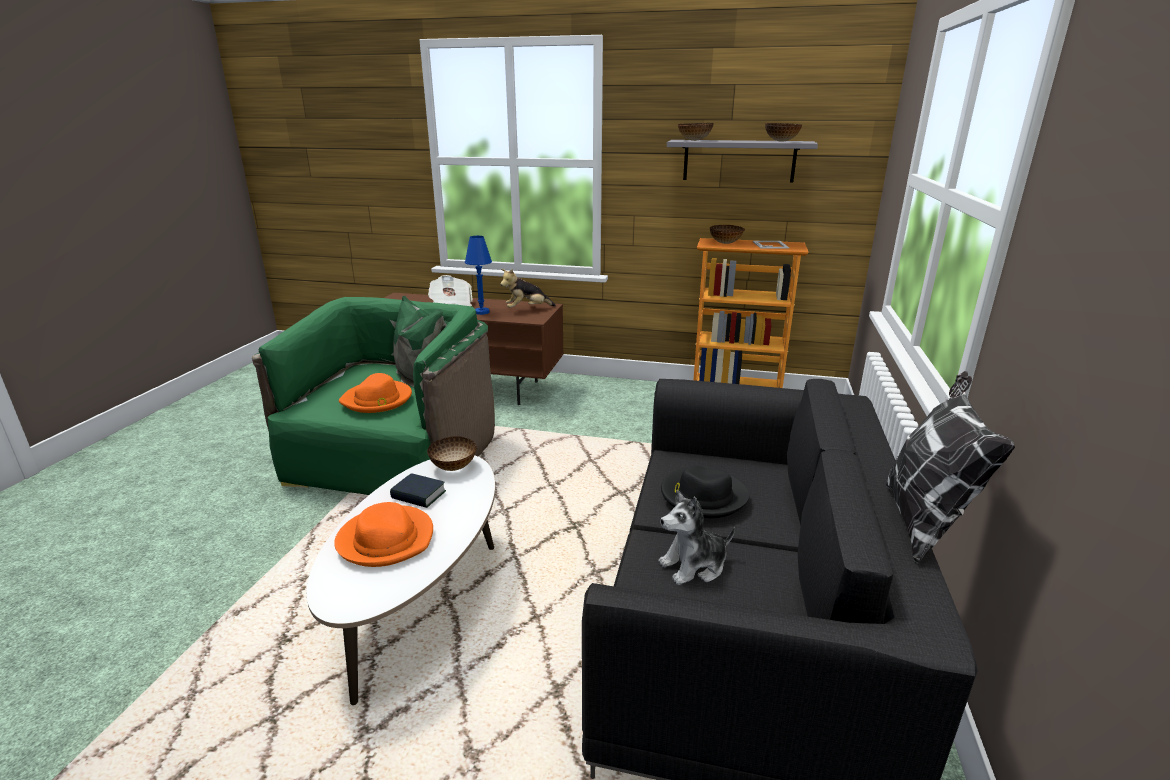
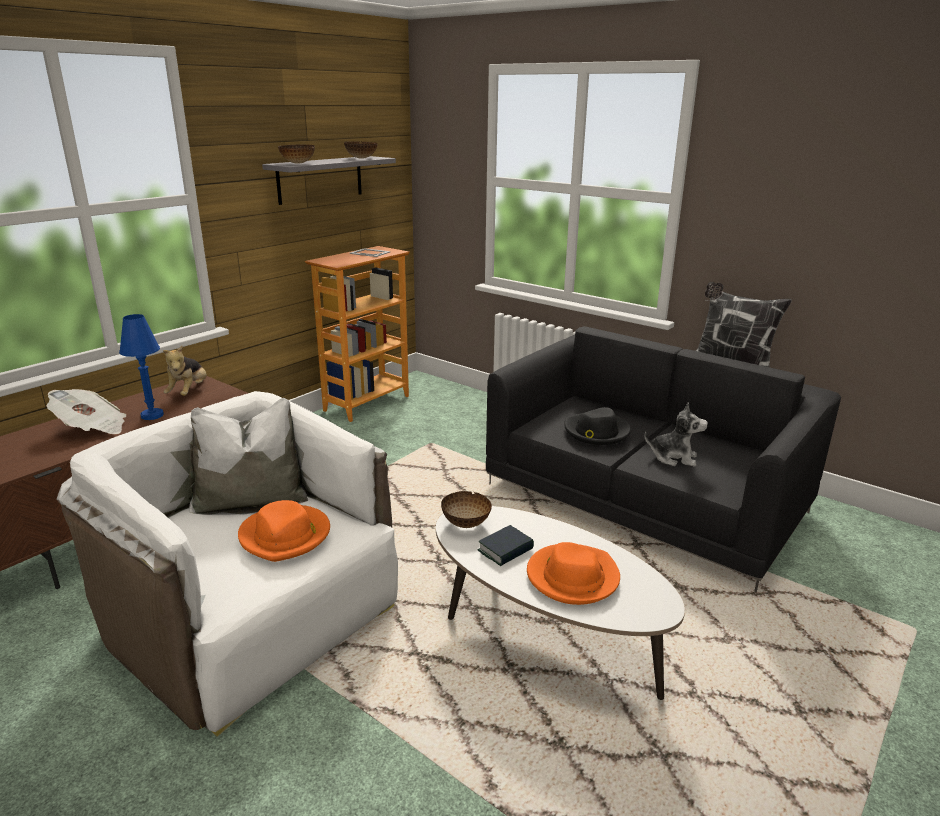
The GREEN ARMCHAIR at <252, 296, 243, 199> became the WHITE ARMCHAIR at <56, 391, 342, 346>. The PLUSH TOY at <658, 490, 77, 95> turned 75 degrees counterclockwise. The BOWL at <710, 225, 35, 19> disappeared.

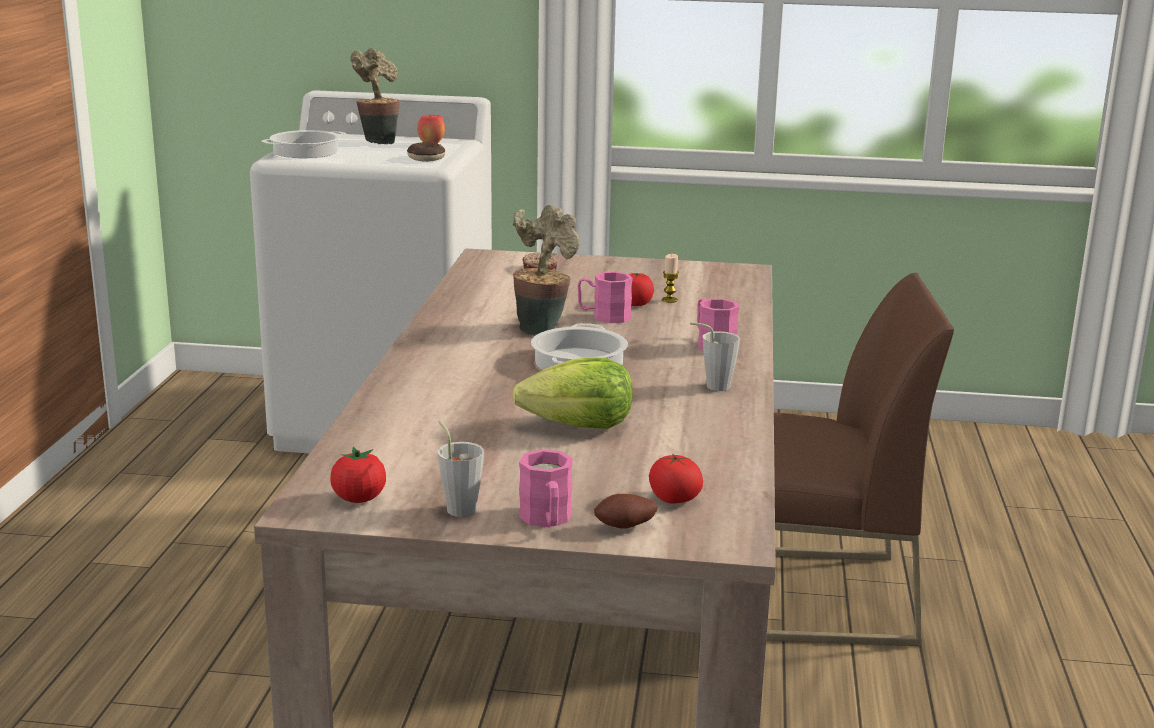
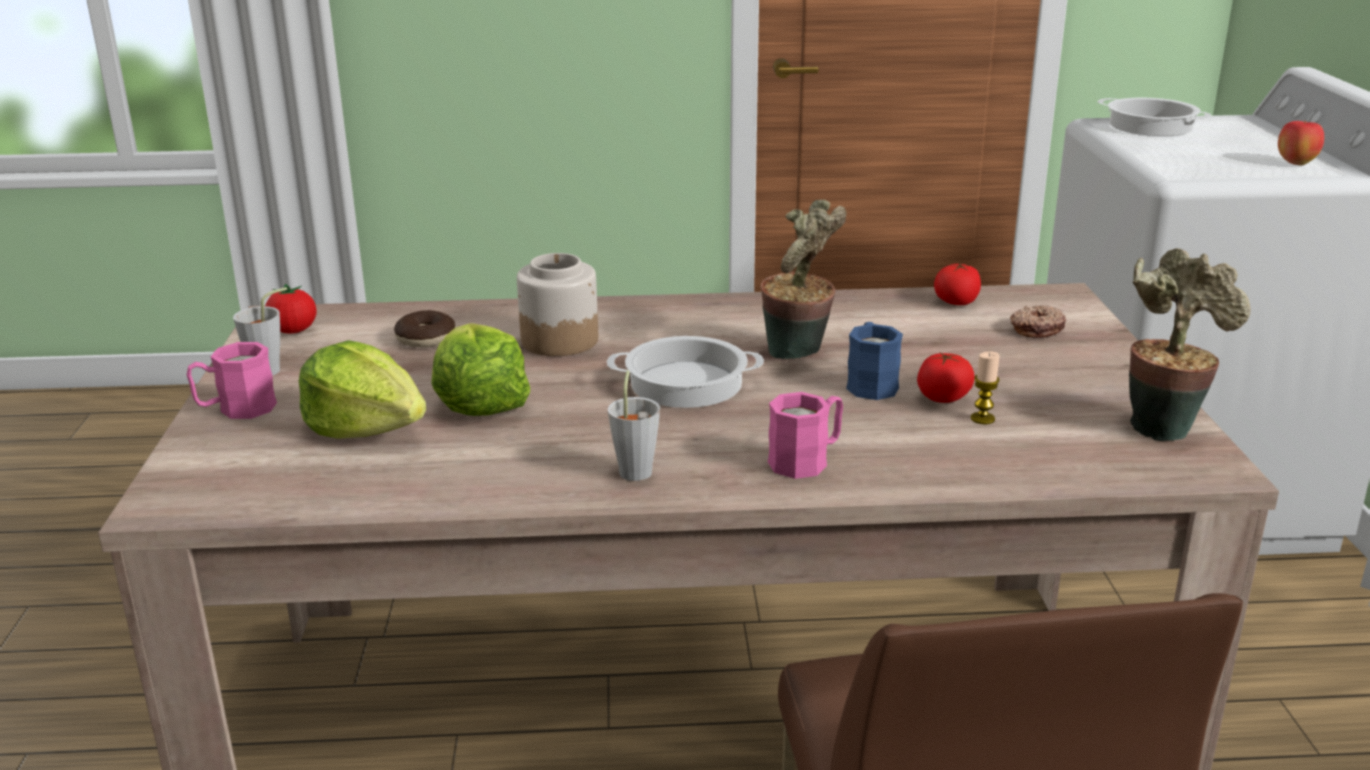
The POTTED PLANT moved from <350, 48, 50, 96> to <1129, 248, 122, 193>. The DONUT moved from <407, 142, 38, 20> to <394, 310, 61, 37>. The PINK MUG at <577, 272, 56, 51> became the BLUE MUG at <846, 322, 57, 78>. The POTATO at <594, 494, 64, 35> disappeared. The TOMATO moved from <649, 453, 54, 51> to <934, 263, 47, 42>. The LETTUCE at <298, 340, 128, 99> appeared. The JAR at <517, 253, 81, 103> appeared.

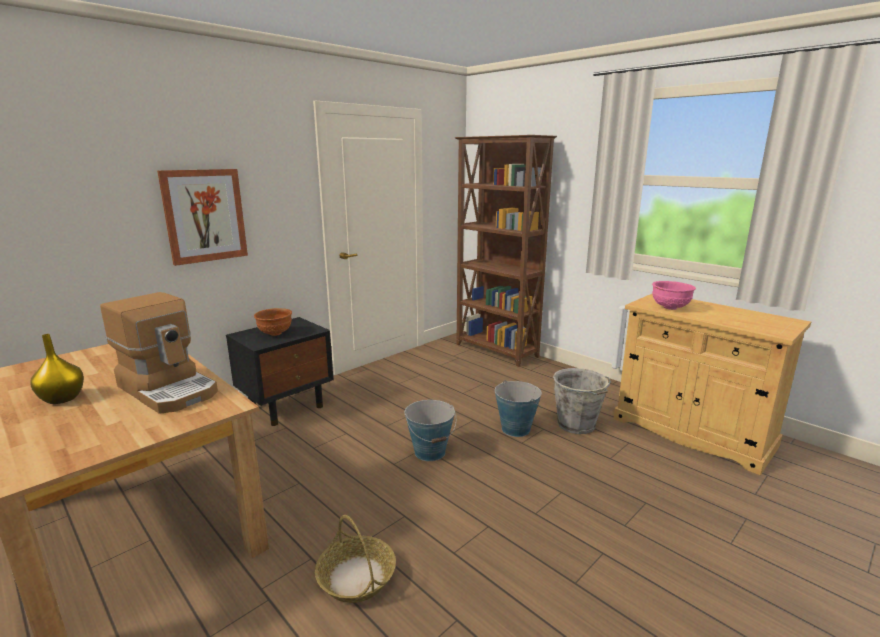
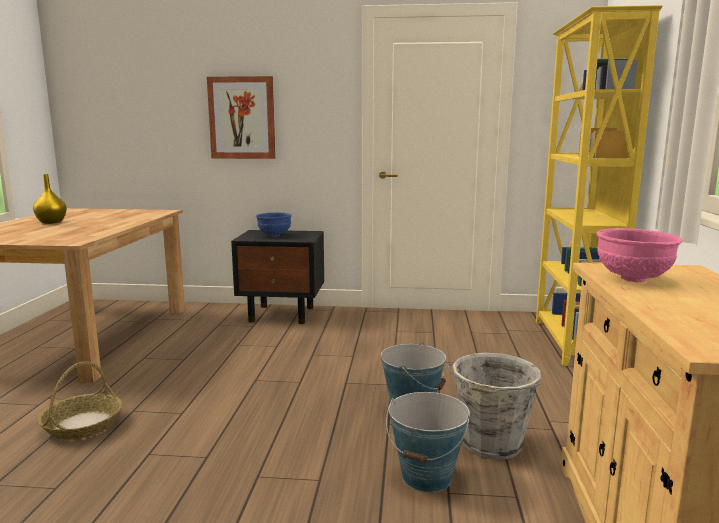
The COFFEE MACHINE at <100, 292, 118, 122> disappeared. The BROWN BOWL at <254, 308, 38, 28> became the BLUE BOWL at <256, 212, 36, 25>. The BUCKET moved from <405, 400, 51, 61> to <386, 392, 84, 100>. The BROWN BOOKCASE at <455, 135, 102, 232> became the YELLOW BOOKCASE at <536, 5, 127, 361>.

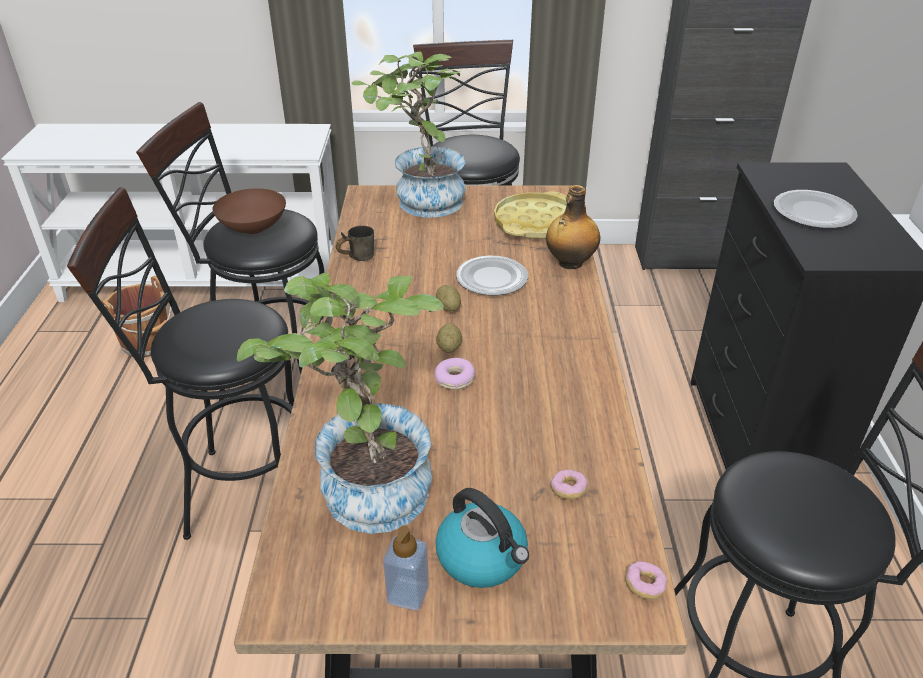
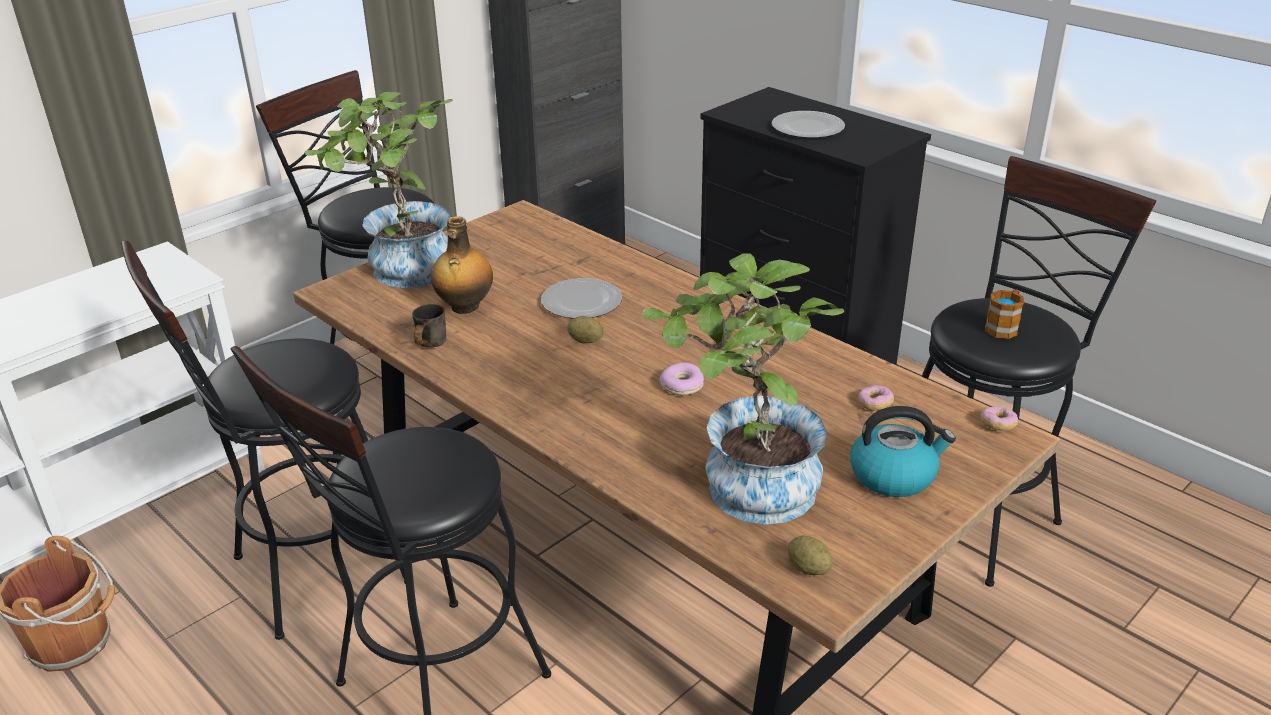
The BROWN BOWL at <212, 188, 74, 46> disappeared. The SOAP DISPENSER at <383, 525, 46, 86> disappeared. The POTATO moved from <436, 323, 26, 30> to <788, 536, 44, 39>. The YELLOW TRAY at <494, 191, 73, 48> disappeared. The BOTTLE moved from <546, 185, 54, 84> to <431, 216, 62, 98>. The MUG at <985, 289, 39, 50> appeared.

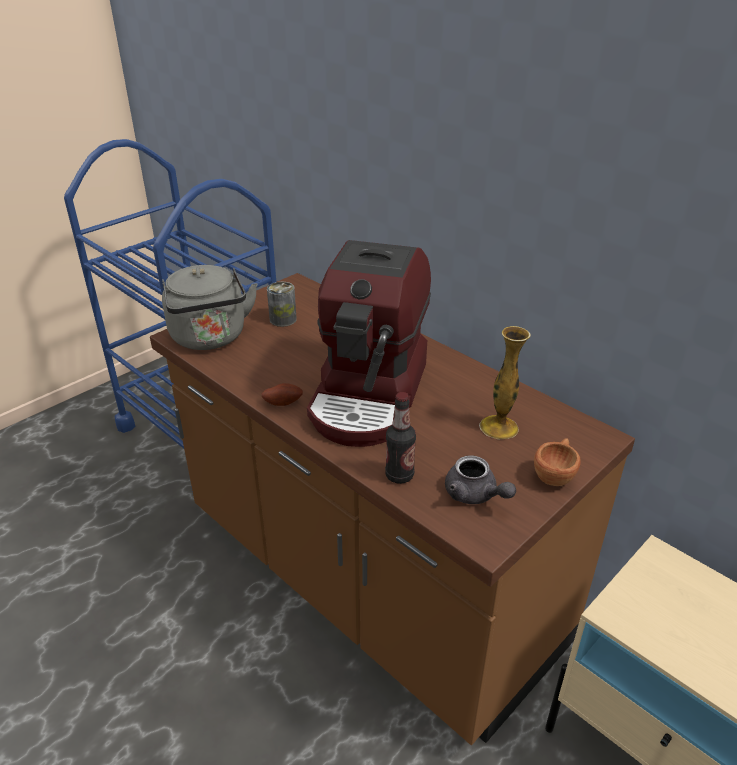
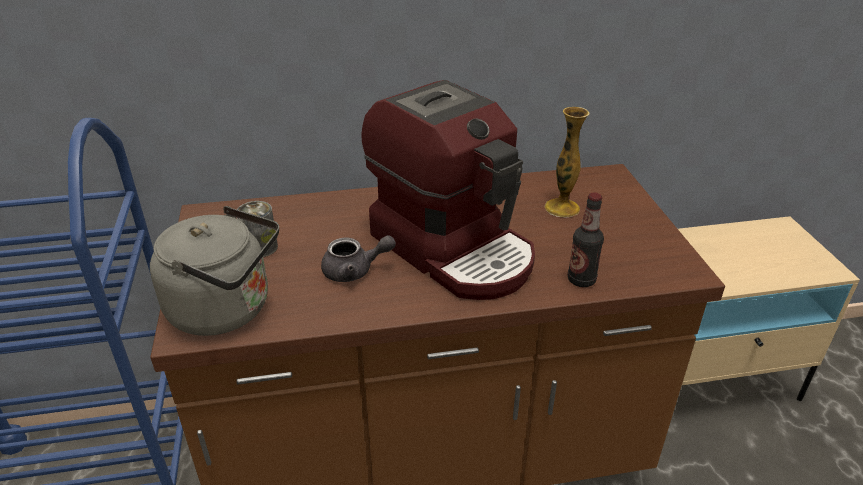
The POTATO at <262, 383, 41, 23> disappeared. The GREY TEAPOT moved from <445, 455, 71, 49> to <321, 235, 75, 47>. The BROWN CUP at <534, 438, 47, 48> disappeared.

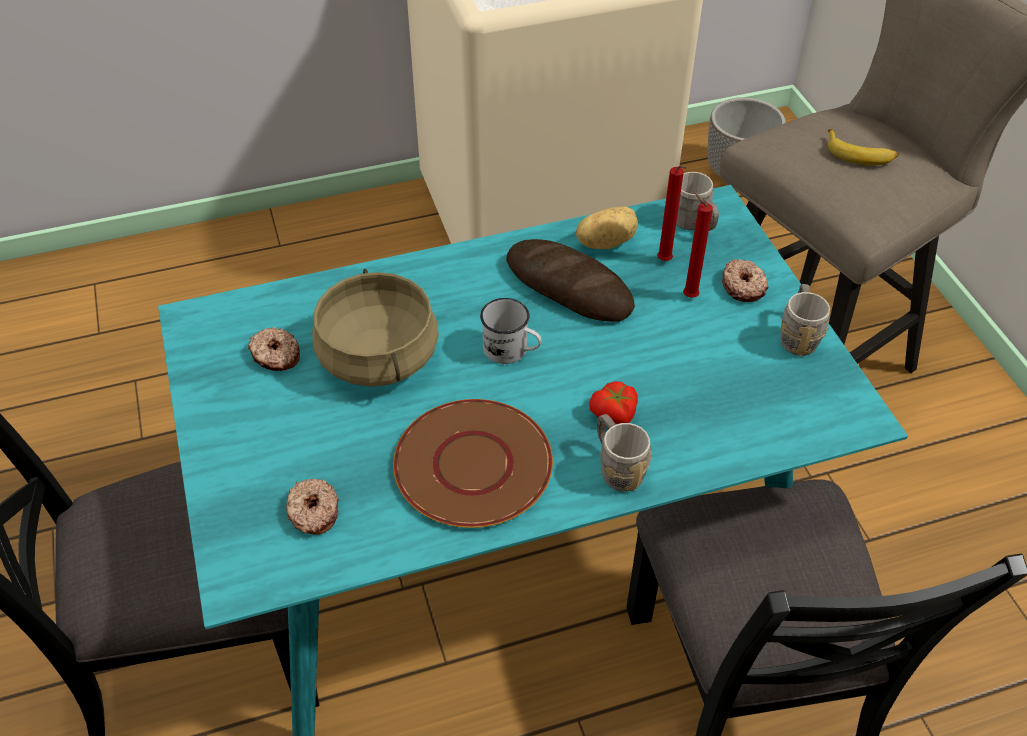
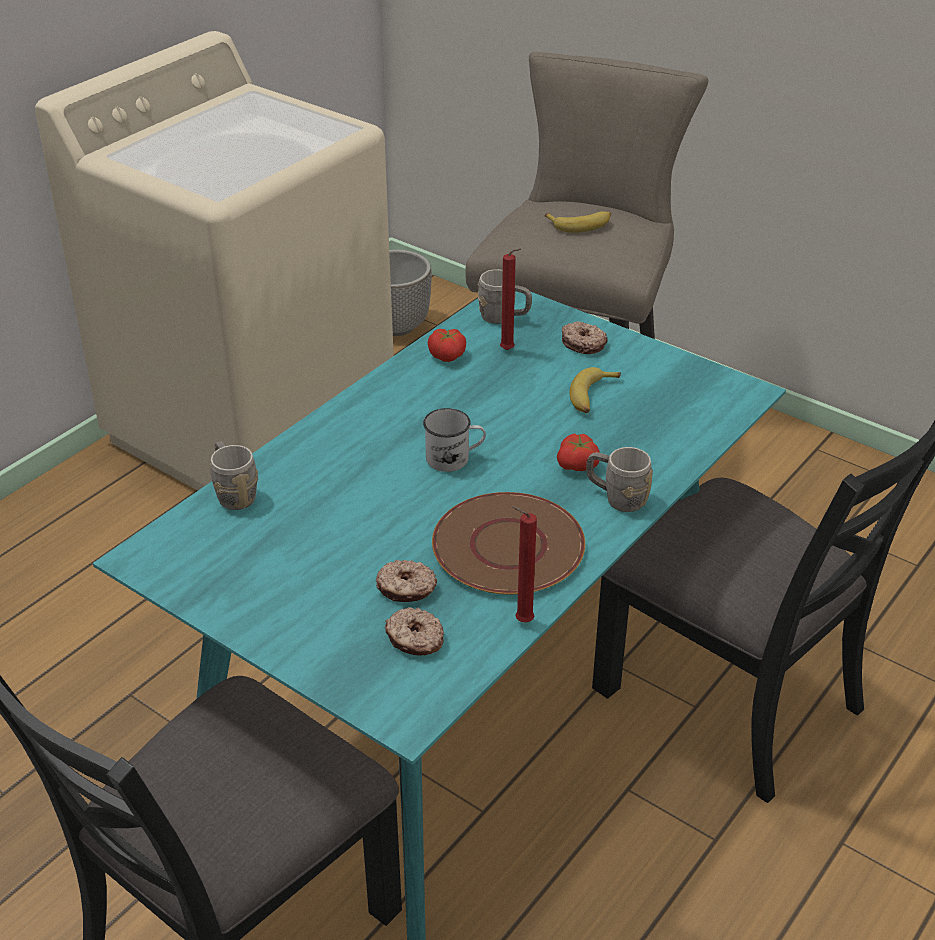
The DONUT moved from <248, 327, 52, 44> to <376, 560, 61, 42>. The BEIGE COOKING POT at <312, 269, 127, 118> disappeared. The BREAD at <506, 239, 129, 83> disappeared. The POTATO at <576, 206, 62, 43> was replaced by the TOMATO at <428, 329, 38, 33>. The RED CANDLE moved from <683, 191, 30, 107> to <512, 506, 25, 117>. The GREY MUG moved from <781, 284, 49, 72> to <210, 442, 48, 68>. The BANANA at <569, 367, 52, 46> appeared.

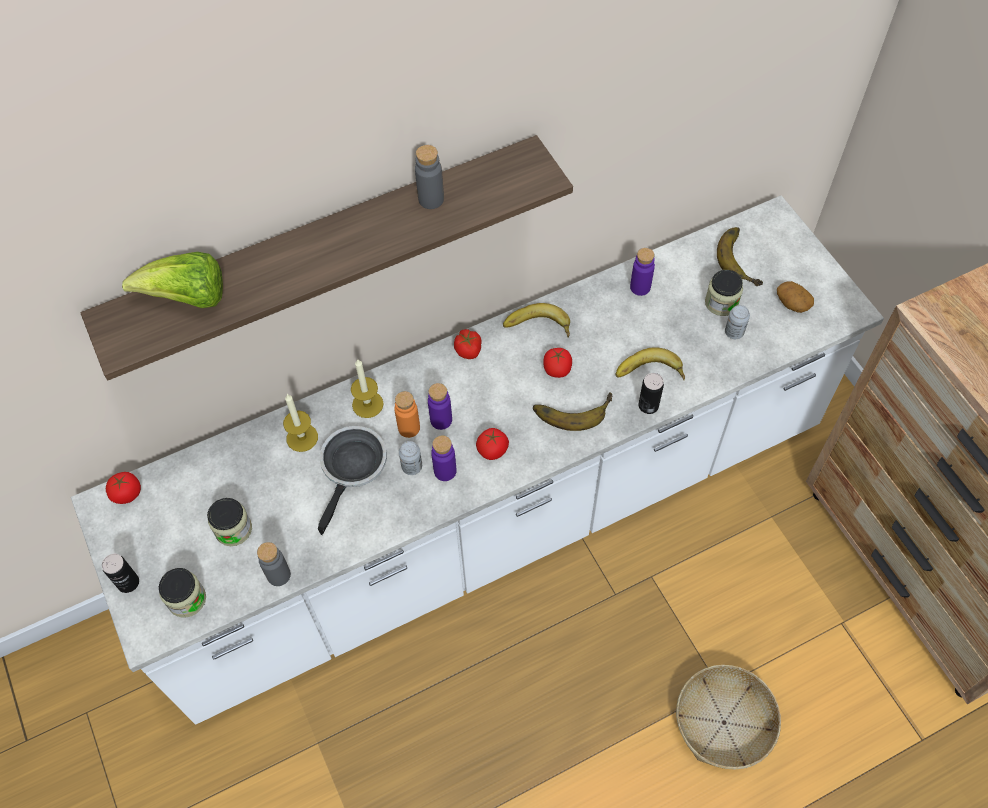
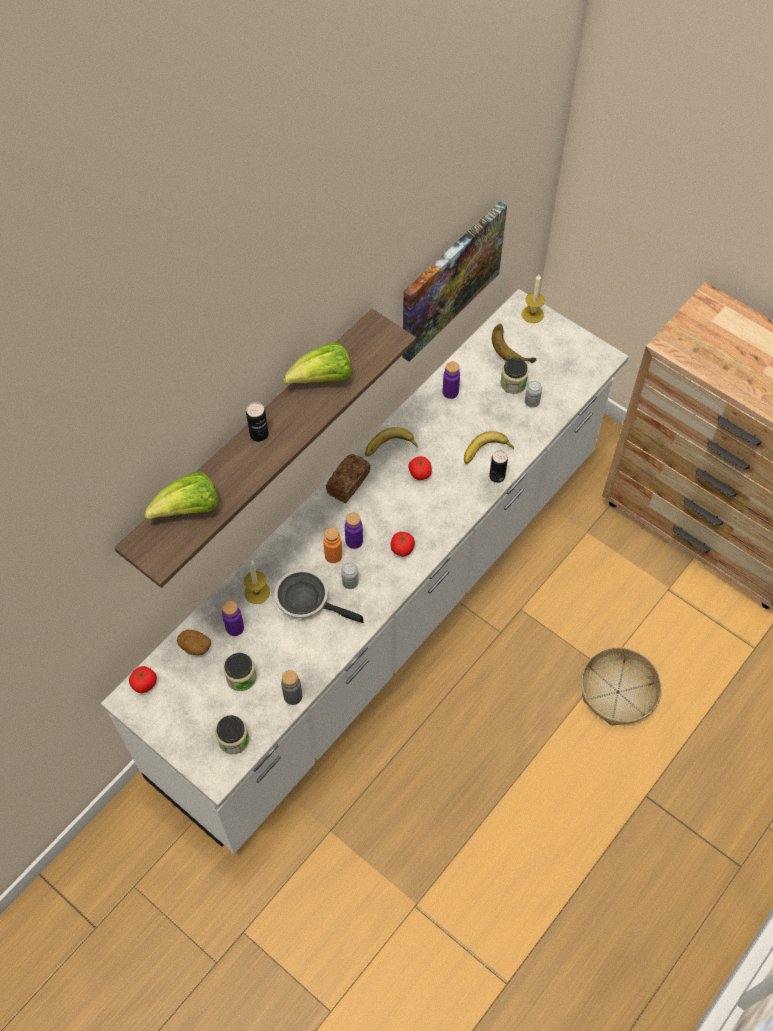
The CAN moved from <102, 554, 37, 39> to <246, 402, 23, 40>. The FRYING PAN at <318, 426, 69, 109> turned 60 degrees counterclockwise. The CANDLE moved from <351, 359, 33, 59> to <522, 274, 23, 49>. The GREY BOTTLE at <415, 145, 29, 64> was replaced by the LETTUCE at <284, 342, 68, 43>. The PURPLE BOTTLE moved from <431, 435, 25, 46> to <222, 601, 22, 35>. The TOMATO at <454, 329, 28, 30> was replaced by the BREAD at <326, 454, 44, 49>. The BANANA at <533, 392, 79, 39> disappeared. The POTATO moved from <777, 281, 37, 32> to <177, 629, 34, 26>. The PICTURE at <402, 202, 105, 160> appeared.

